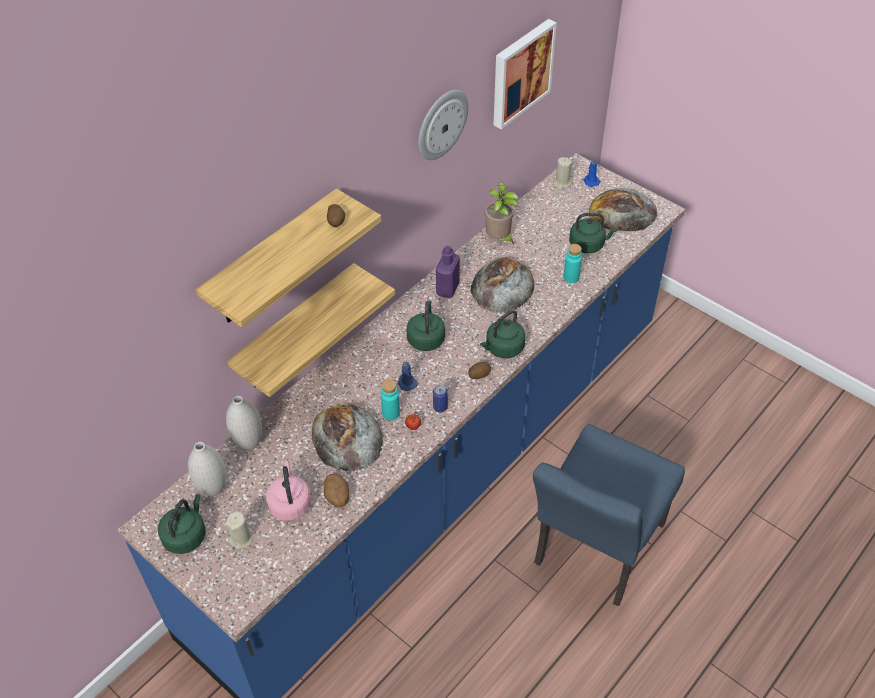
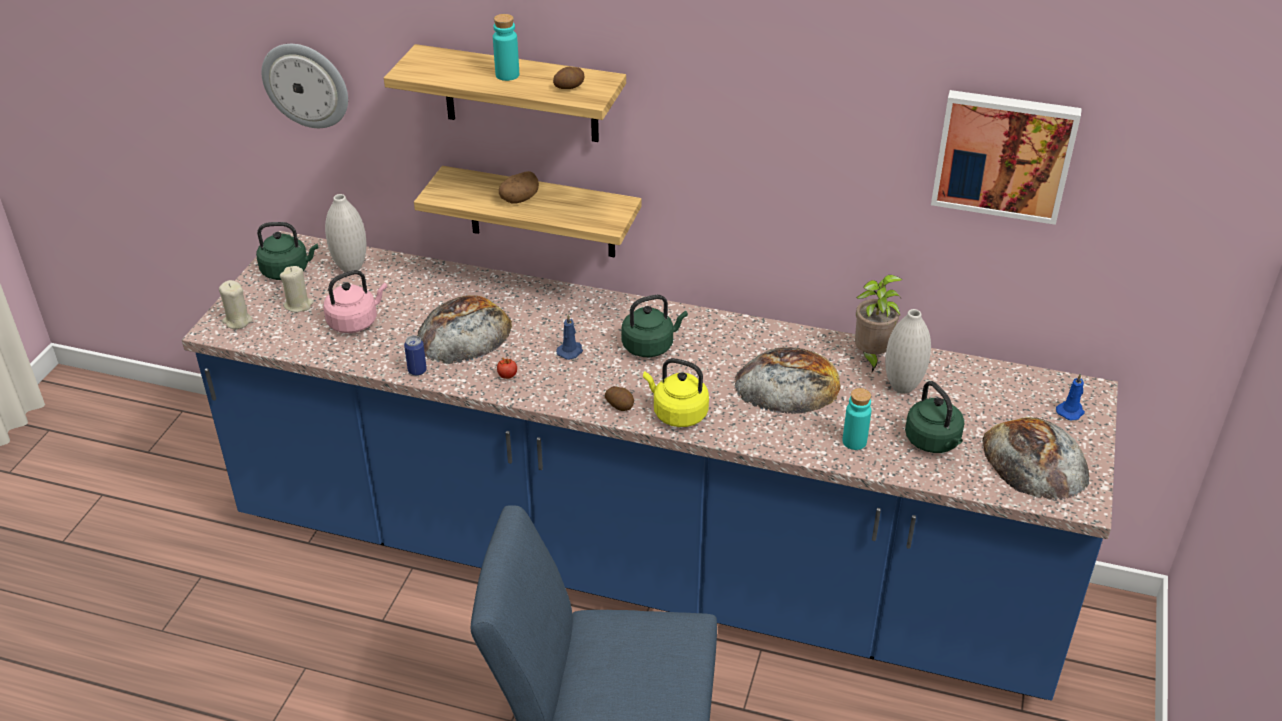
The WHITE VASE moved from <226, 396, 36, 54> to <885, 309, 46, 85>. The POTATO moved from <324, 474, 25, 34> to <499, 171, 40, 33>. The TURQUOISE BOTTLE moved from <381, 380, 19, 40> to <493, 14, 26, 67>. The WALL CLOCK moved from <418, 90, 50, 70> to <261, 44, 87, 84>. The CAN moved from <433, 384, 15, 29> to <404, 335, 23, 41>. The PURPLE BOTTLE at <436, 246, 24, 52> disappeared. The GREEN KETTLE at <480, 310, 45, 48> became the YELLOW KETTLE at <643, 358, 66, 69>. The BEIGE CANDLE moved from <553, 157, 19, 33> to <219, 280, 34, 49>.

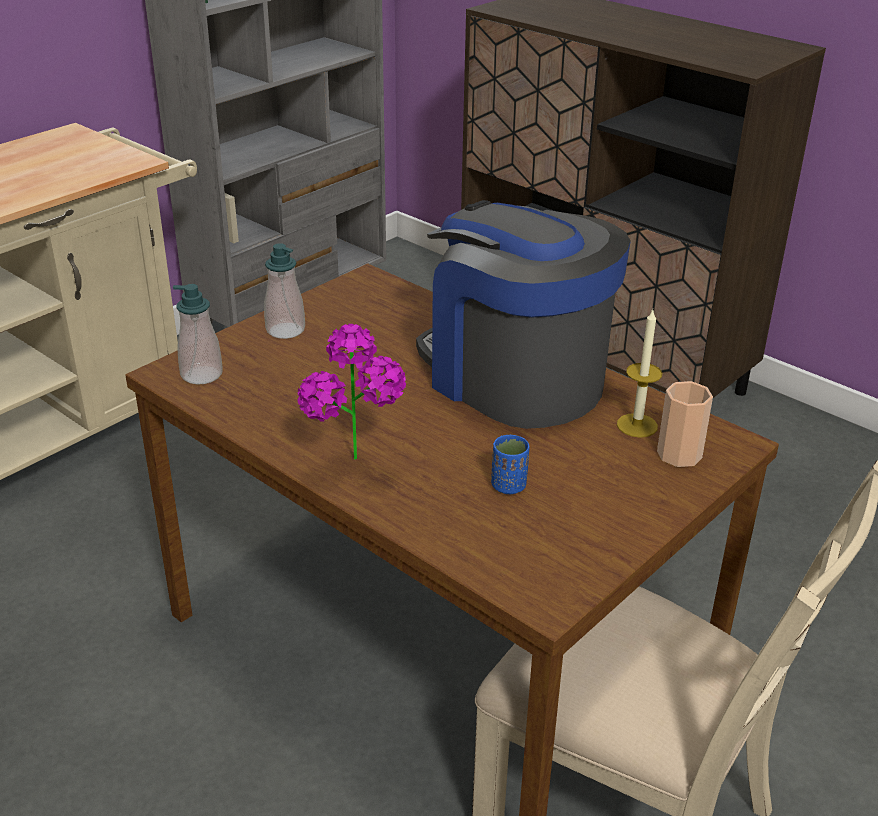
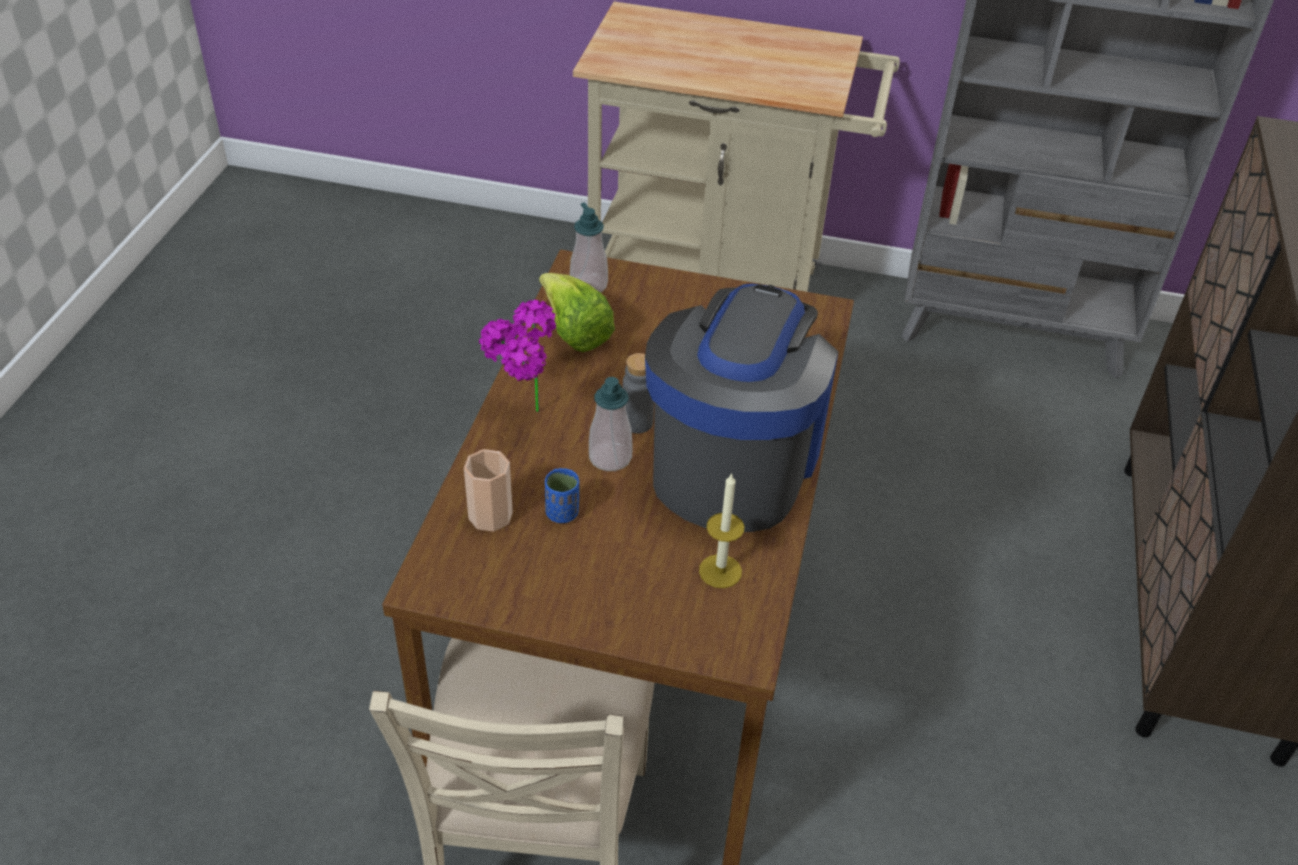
The SOAP DISPENSER moved from <264, 243, 41, 96> to <589, 377, 44, 94>. The CUP moved from <657, 381, 56, 86> to <464, 449, 49, 83>. The LETTUCE at <539, 273, 76, 79> appeared. The GREY BOTTLE at <622, 353, 32, 80> appeared.

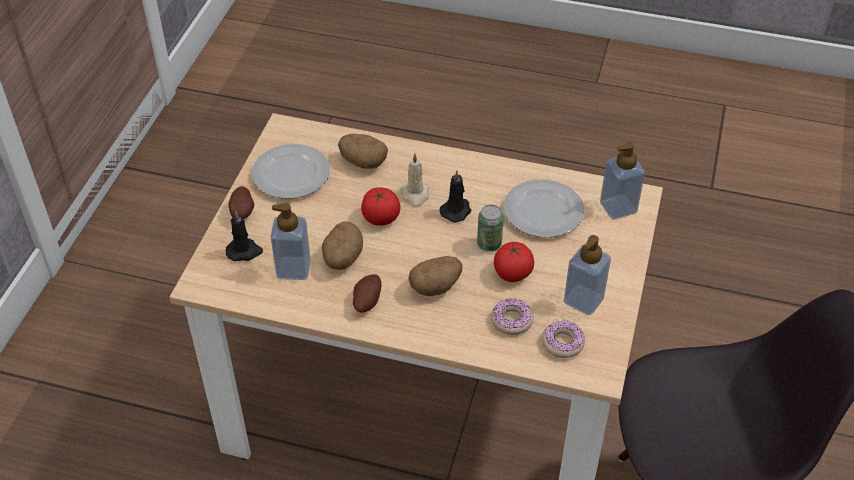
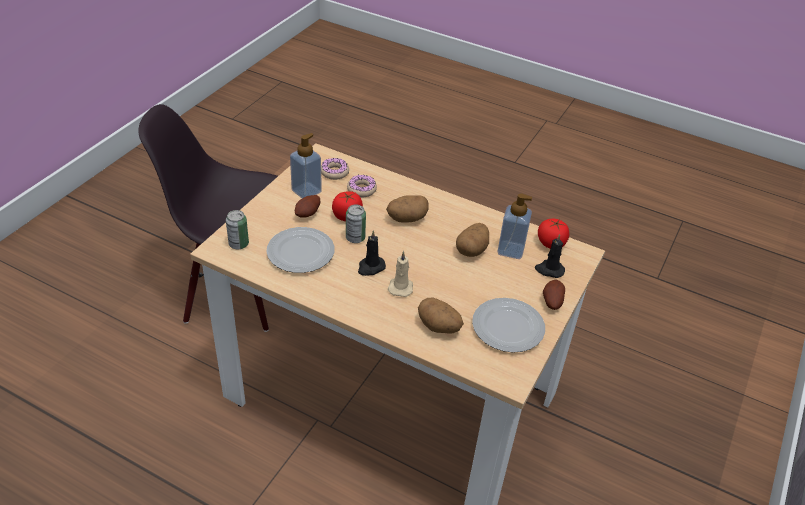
The POTATO moved from <353, 274, 28, 39> to <295, 195, 25, 23>. The TOMATO moved from <361, 187, 39, 39> to <538, 219, 31, 30>. The SOAP DISPENSER at <600, 142, 45, 77> was replaced by the CAN at <226, 210, 23, 39>.

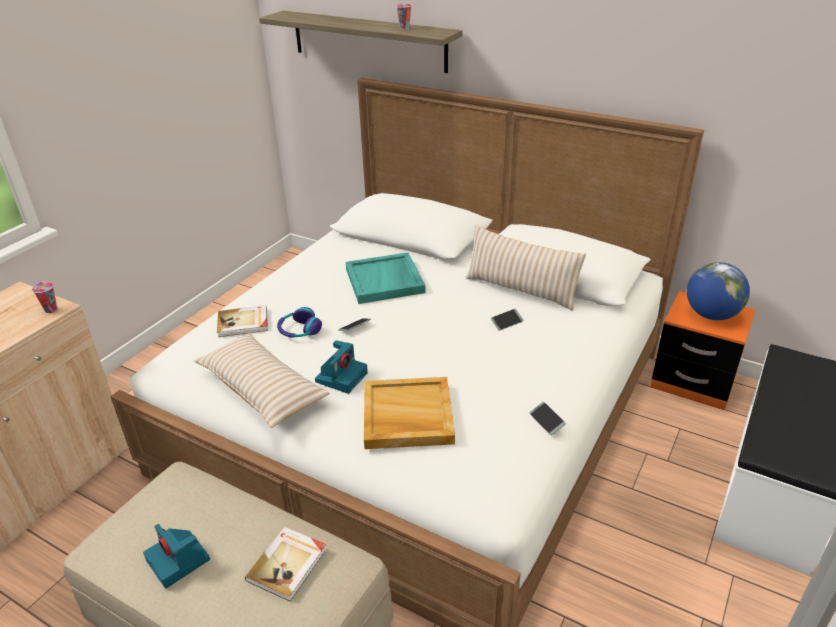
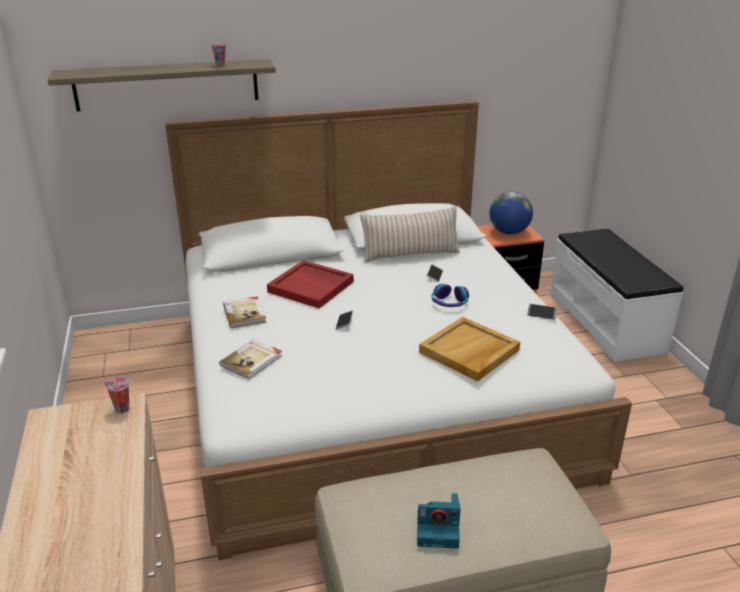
The BEIGE PILLOW at <194, 333, 135, 95> disappeared. The BOOK moved from <245, 527, 82, 75> to <223, 296, 43, 32>. The HEADPHONES moved from <277, 307, 45, 31> to <432, 284, 37, 23>. The PHOTO CAMERA at <315, 340, 53, 54> disappeared. The TURQUOISE TRAY at <346, 252, 79, 52> became the RED TRAY at <267, 260, 87, 48>.

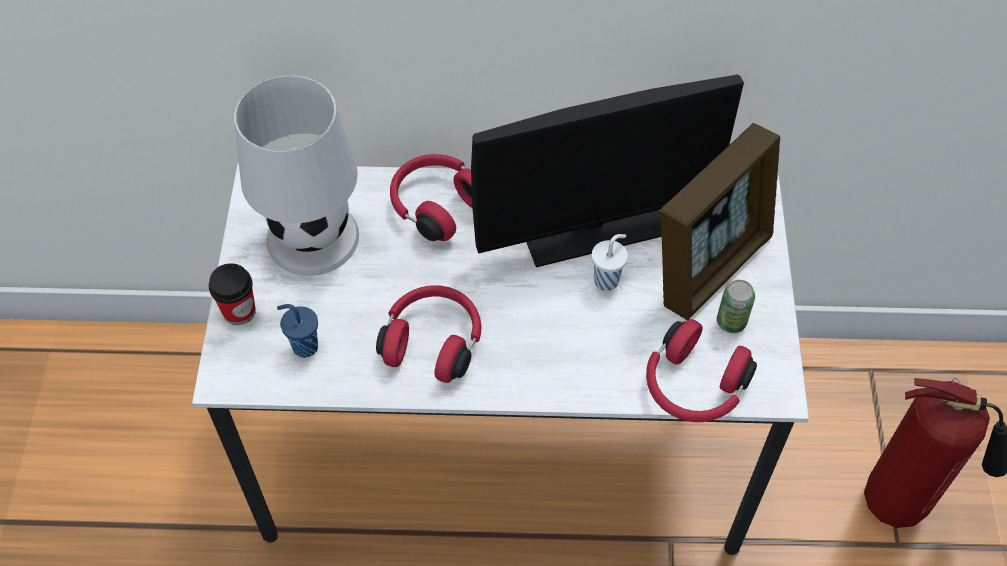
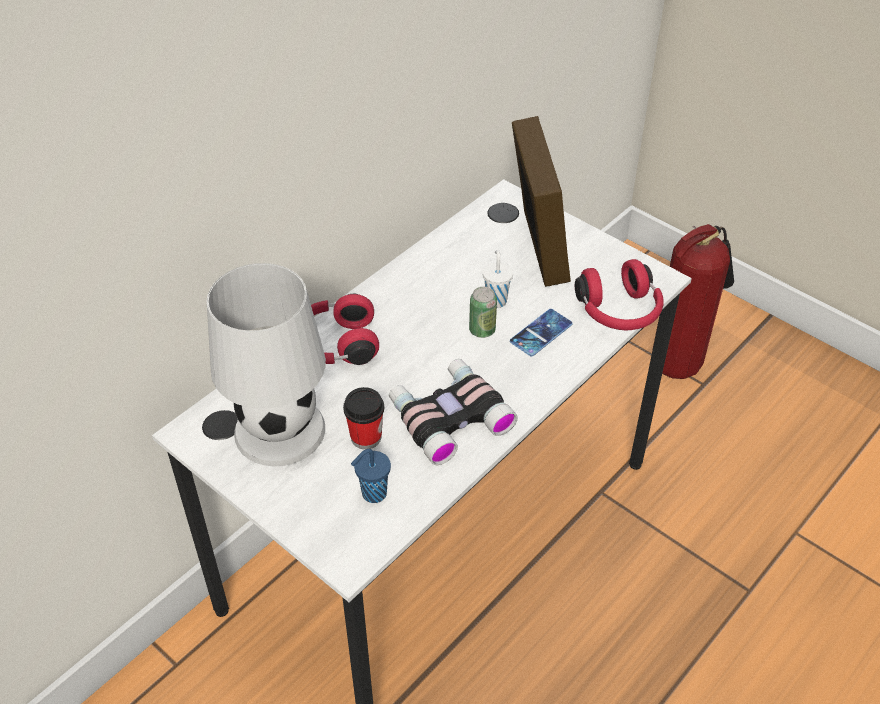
The CUP moved from <209, 263, 47, 62> to <343, 387, 41, 62>. The RED HEADPHONES at <376, 285, 105, 98> was replaced by the BINOCULARS at <389, 359, 129, 106>. The MONITOR at <471, 74, 273, 193> disappeared. The CAN moved from <717, 280, 38, 53> to <469, 287, 28, 51>. The PHONE at <510, 309, 63, 47> appeared.

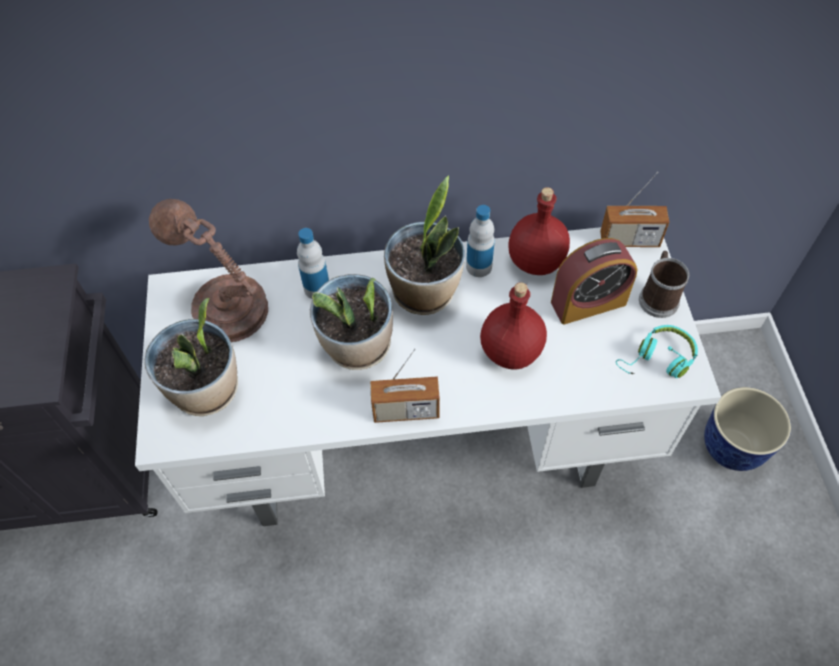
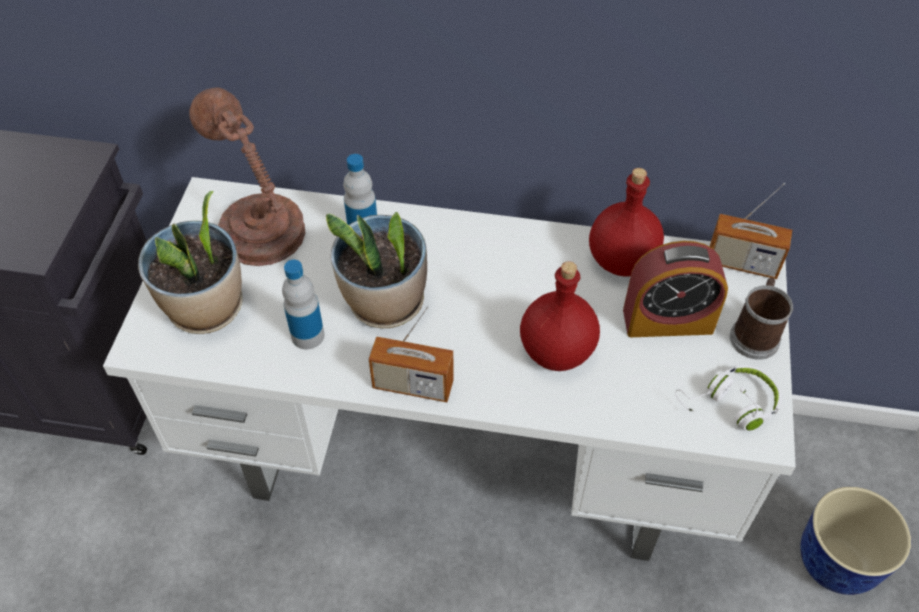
The POTTED PLANT at <384, 176, 81, 139> disappeared. The BOTTLE moved from <466, 205, 29, 72> to <282, 260, 42, 89>. The TURQUOISE HEADPHONES at <616, 325, 82, 53> became the WHITE HEADPHONES at <675, 365, 107, 66>.

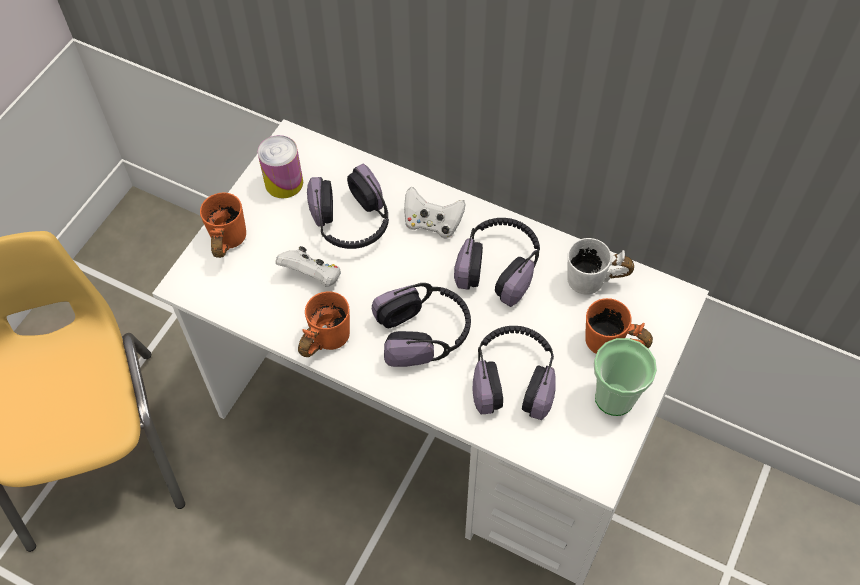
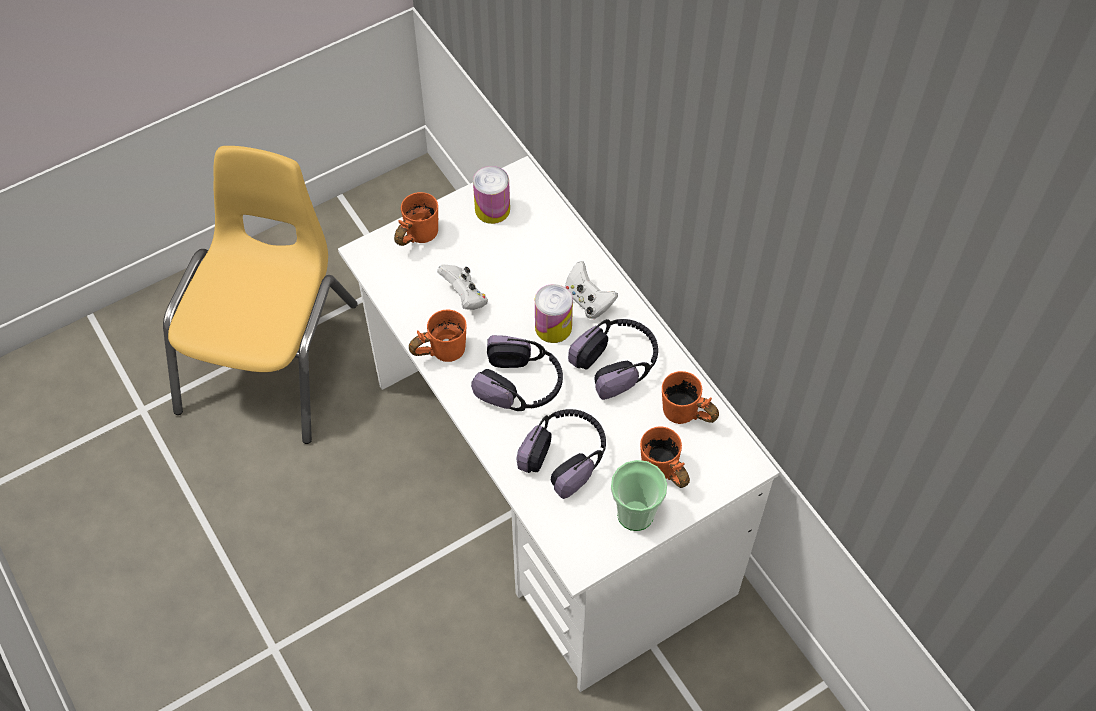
The HEADPHONES at <307, 164, 82, 85> disappeared. The WHITE MUG at <567, 238, 67, 56> became the ORANGE MUG at <662, 371, 57, 53>. The CAN at <535, 284, 38, 59> appeared.

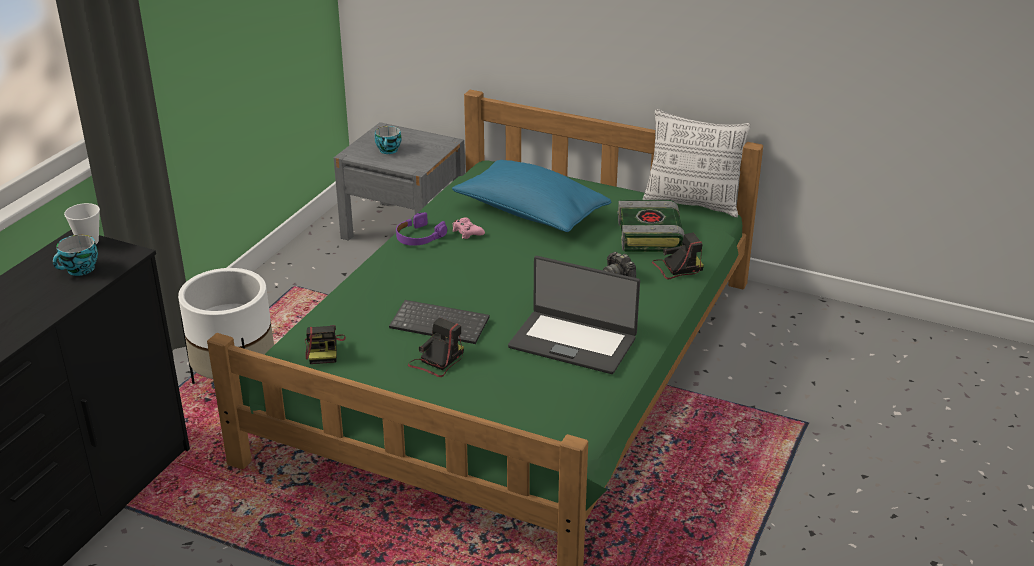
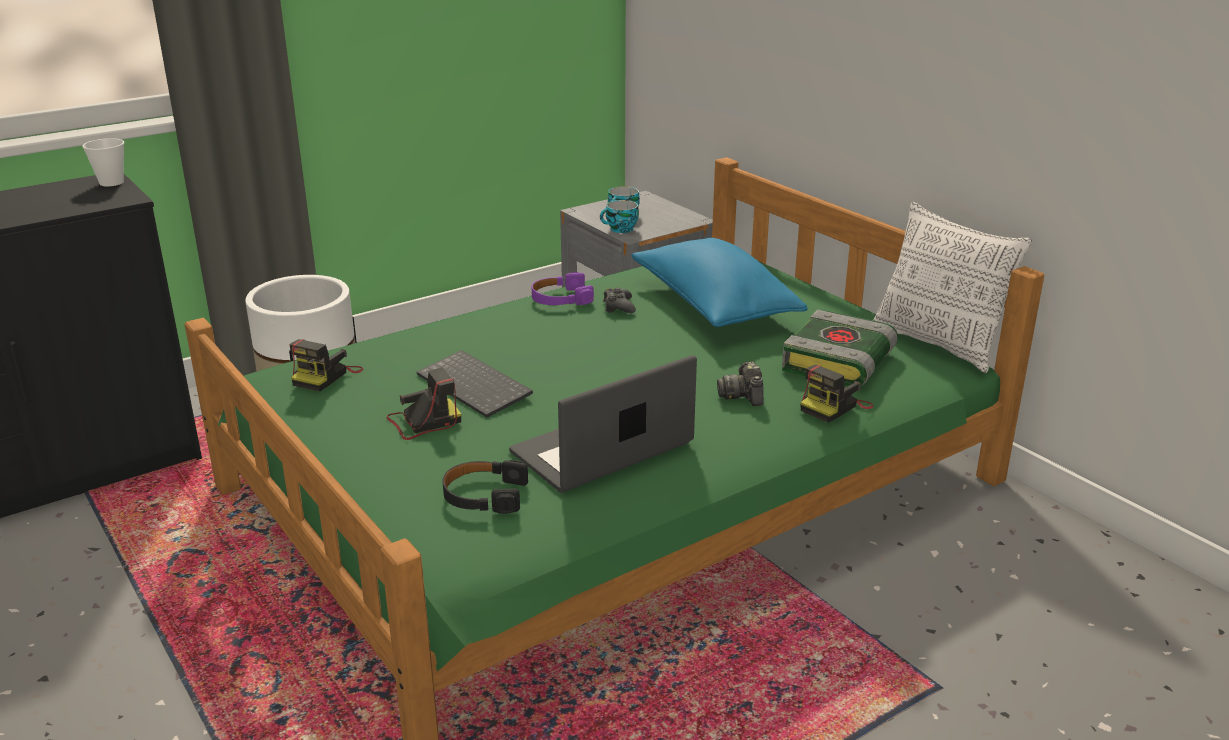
The CUP moved from <53, 235, 45, 41> to <600, 200, 39, 33>. The PINK GAME CONTROLLER at <452, 217, 33, 22> became the BLACK GAME CONTROLLER at <603, 288, 33, 25>. The LAPTOP at <508, 256, 132, 118> turned 90 degrees clockwise. The PHOTO CAMERA at <652, 233, 52, 46> turned 120 degrees clockwise. The BLACK HEADPHONES at <443, 460, 85, 54> appeared.

